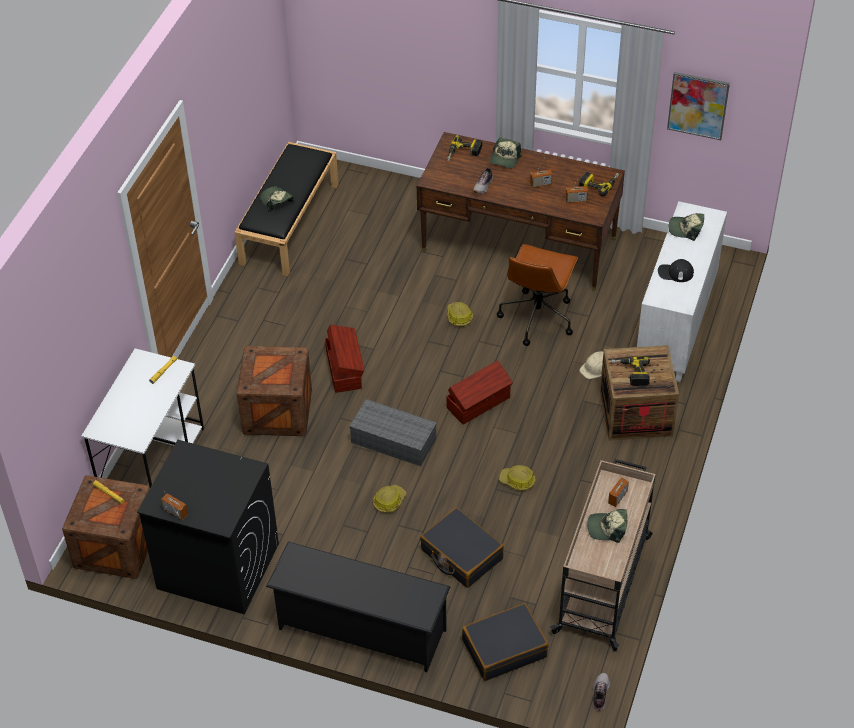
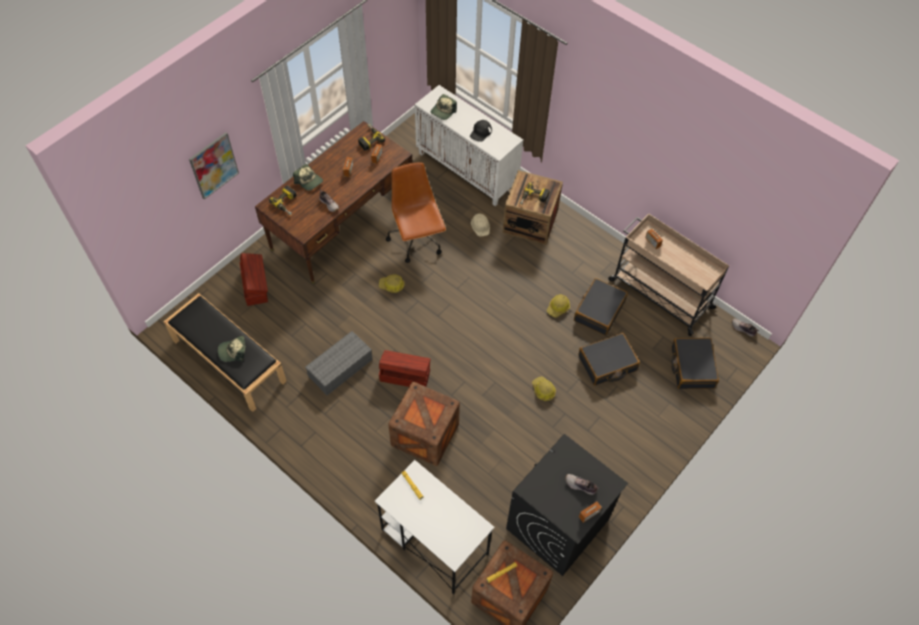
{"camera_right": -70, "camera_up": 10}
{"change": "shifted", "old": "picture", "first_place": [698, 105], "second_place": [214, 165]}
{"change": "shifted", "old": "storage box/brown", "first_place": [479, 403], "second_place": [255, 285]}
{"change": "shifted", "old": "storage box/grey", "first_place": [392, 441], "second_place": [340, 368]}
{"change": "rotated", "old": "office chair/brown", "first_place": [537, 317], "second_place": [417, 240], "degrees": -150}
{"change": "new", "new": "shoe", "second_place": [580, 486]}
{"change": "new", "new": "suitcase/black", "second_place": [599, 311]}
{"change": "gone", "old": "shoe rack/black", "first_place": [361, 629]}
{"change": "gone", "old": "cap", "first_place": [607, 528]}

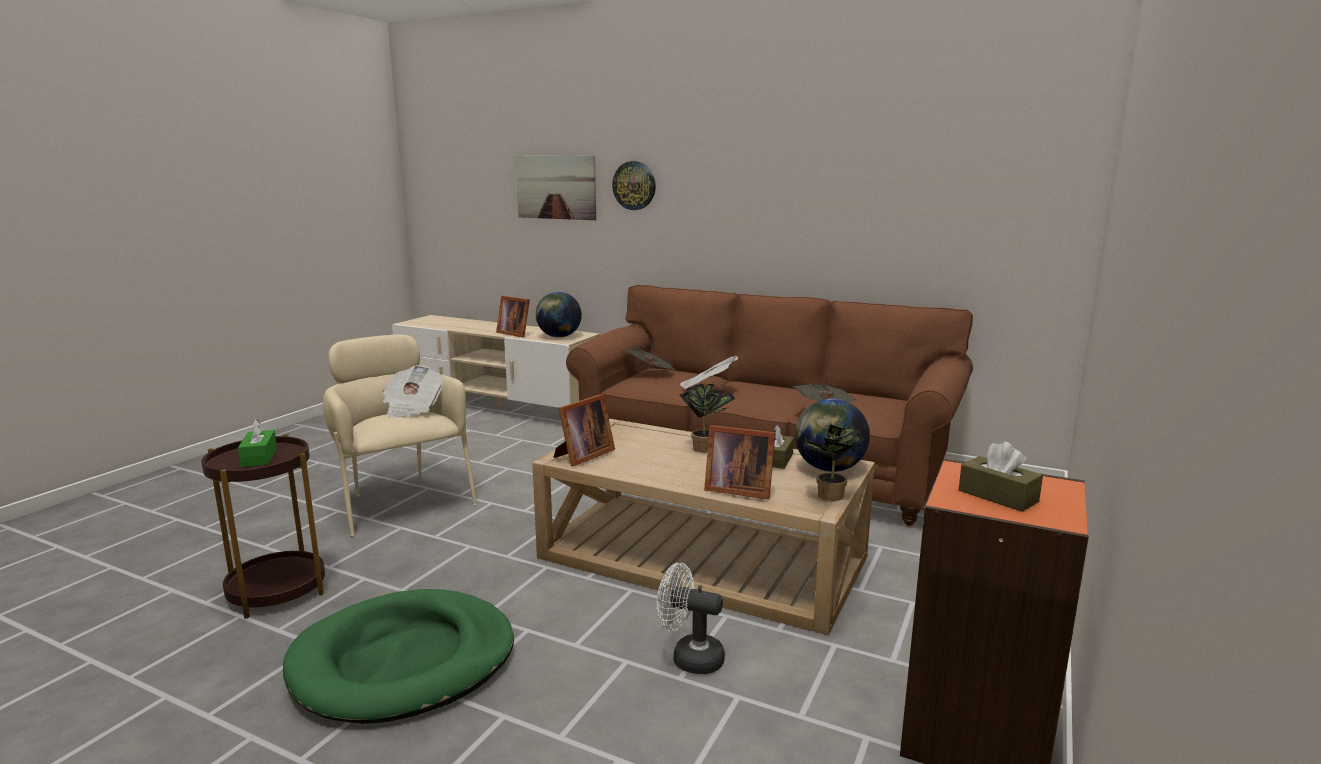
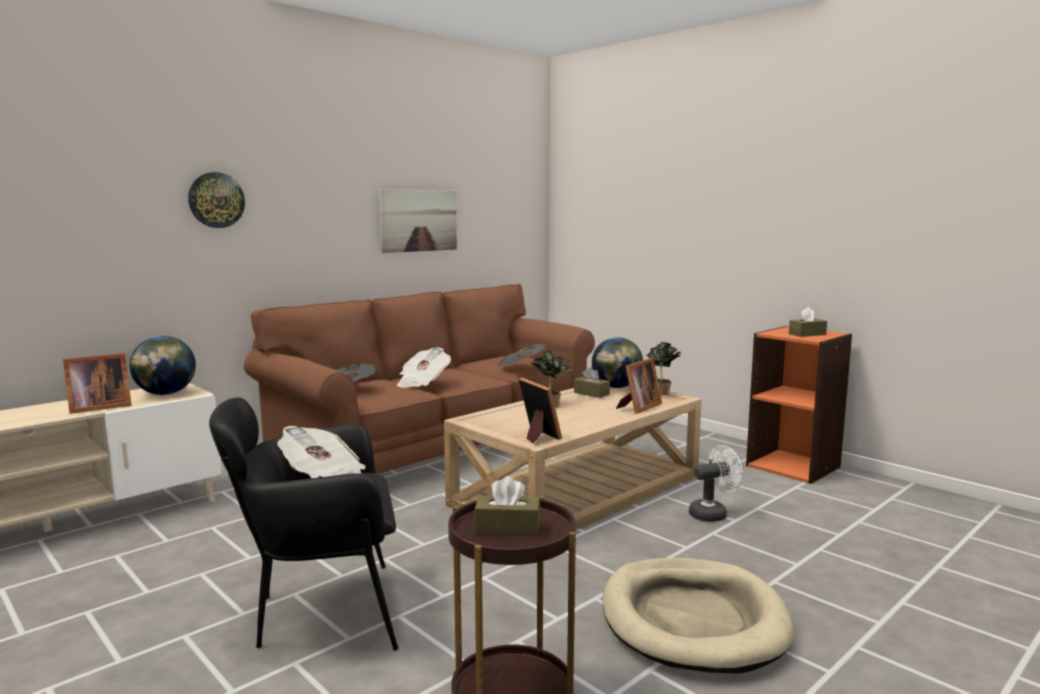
{"camera_right": -70, "camera_up": -5}
{"change": "repainted", "old": "armchair/beige", "new": "armchair/black", "first_place": [401, 502], "second_place": [319, 614]}
{"change": "shifted", "old": "picture", "first_place": [556, 187], "second_place": [419, 220]}
{"change": "repainted", "old": "tissue box/green", "new": "tissue box/brown", "first_place": [259, 457], "second_place": [507, 528]}
{"change": "repainted", "old": "dog bed/green", "new": "dog bed/beige", "first_place": [404, 661], "second_place": [693, 620]}
{"change": "rotated", "old": "fan/white", "first_place": [689, 657], "second_place": [713, 514], "degrees": -150}

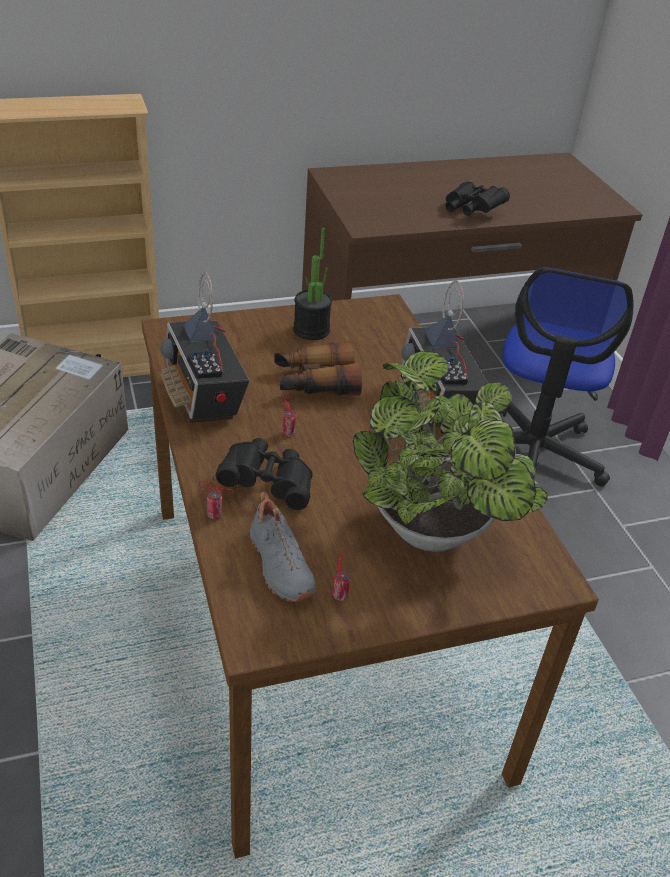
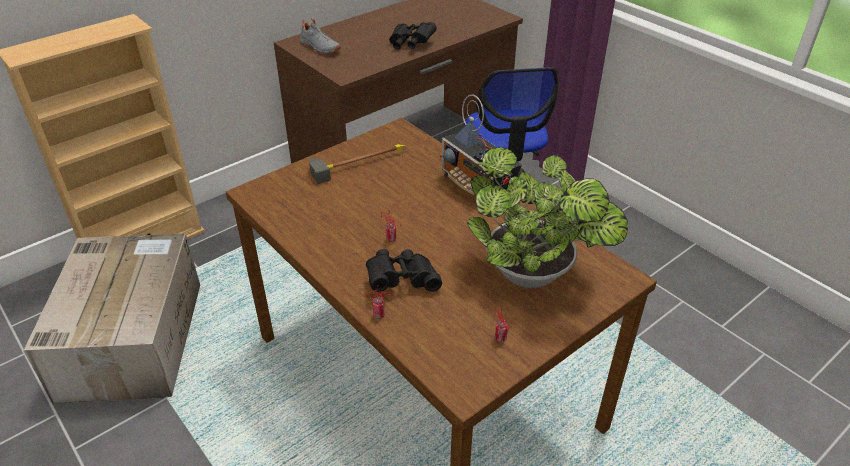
{"camera_right": -20, "camera_up": 0}
{"change": "shifted", "old": "shoe/grey", "first_place": [278, 565], "second_place": [319, 48]}
{"change": "swapped", "old": "potted plant", "new": "hammer", "first_place": [311, 330], "second_place": [358, 161]}
{"change": "gone", "old": "radio", "first_place": [204, 397]}
{"change": "gone", "old": "binoculars", "first_place": [315, 382]}

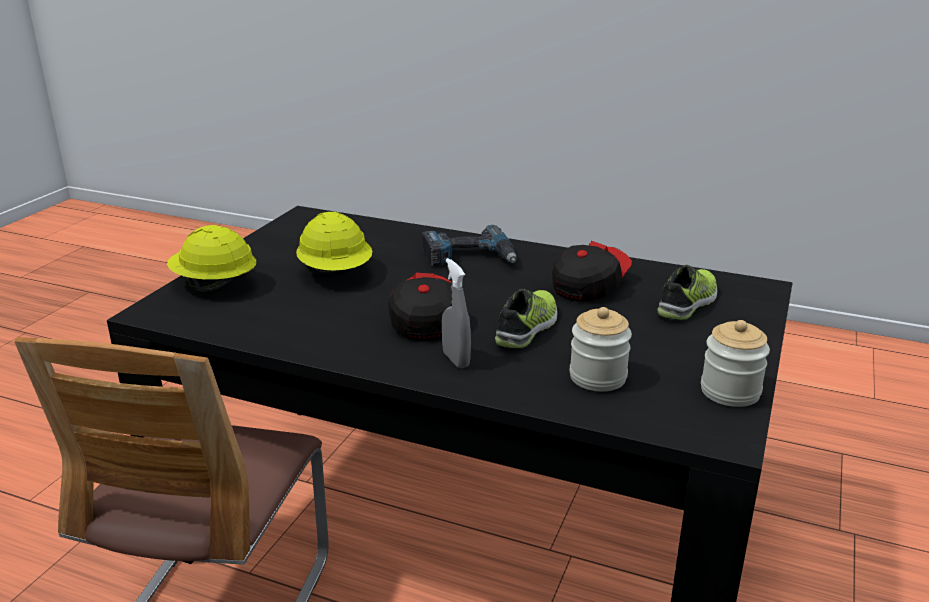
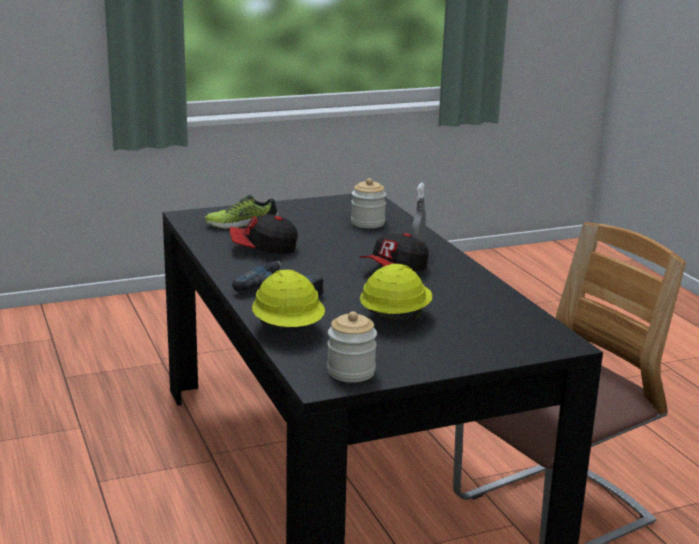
{"camera_right": -135, "camera_up": -5}
{"change": "shifted", "old": "hard hat/yellow", "first_place": [214, 285], "second_place": [288, 329]}
{"change": "shifted", "old": "jar", "first_place": [730, 391], "second_place": [351, 372]}
{"change": "gone", "old": "shoe", "first_place": [528, 328]}

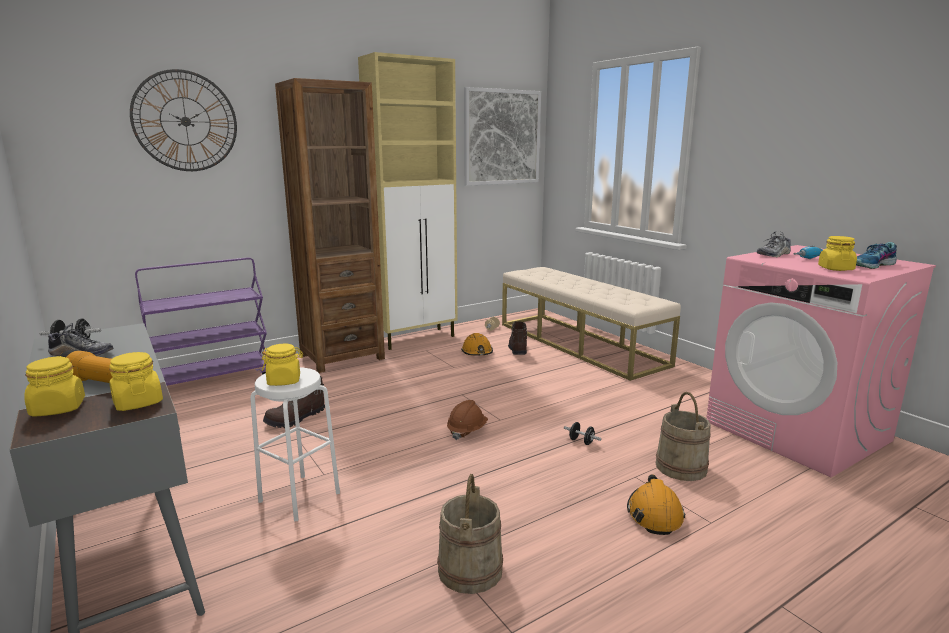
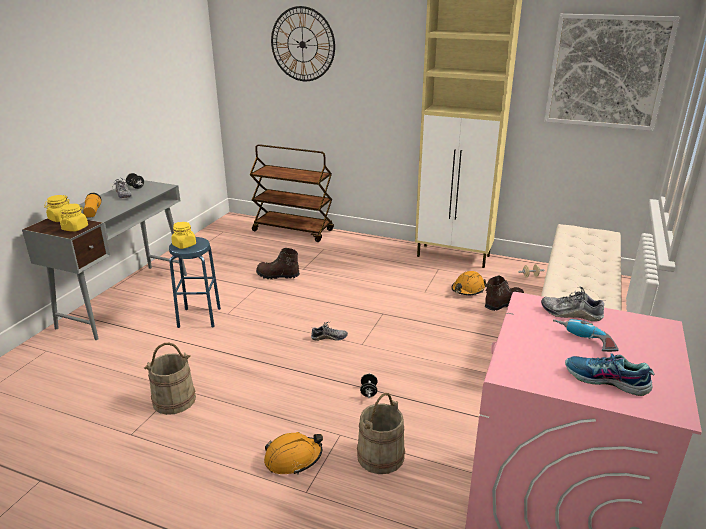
{"camera_right": 55, "camera_up": 10}
{"change": "repainted", "old": "stool/white", "new": "stool/blue", "first_place": [299, 497], "second_place": [199, 318]}
{"change": "repainted", "old": "cart/purple", "new": "cart/brown", "first_place": [213, 380], "second_place": [293, 230]}
{"change": "swapped", "old": "hard hat/brown", "new": "shoe", "first_place": [467, 431], "second_place": [329, 337]}
{"change": "gone", "old": "bookcase/brown", "first_place": [342, 357]}
{"change": "gone", "old": "jar/yellow", "first_place": [835, 269]}

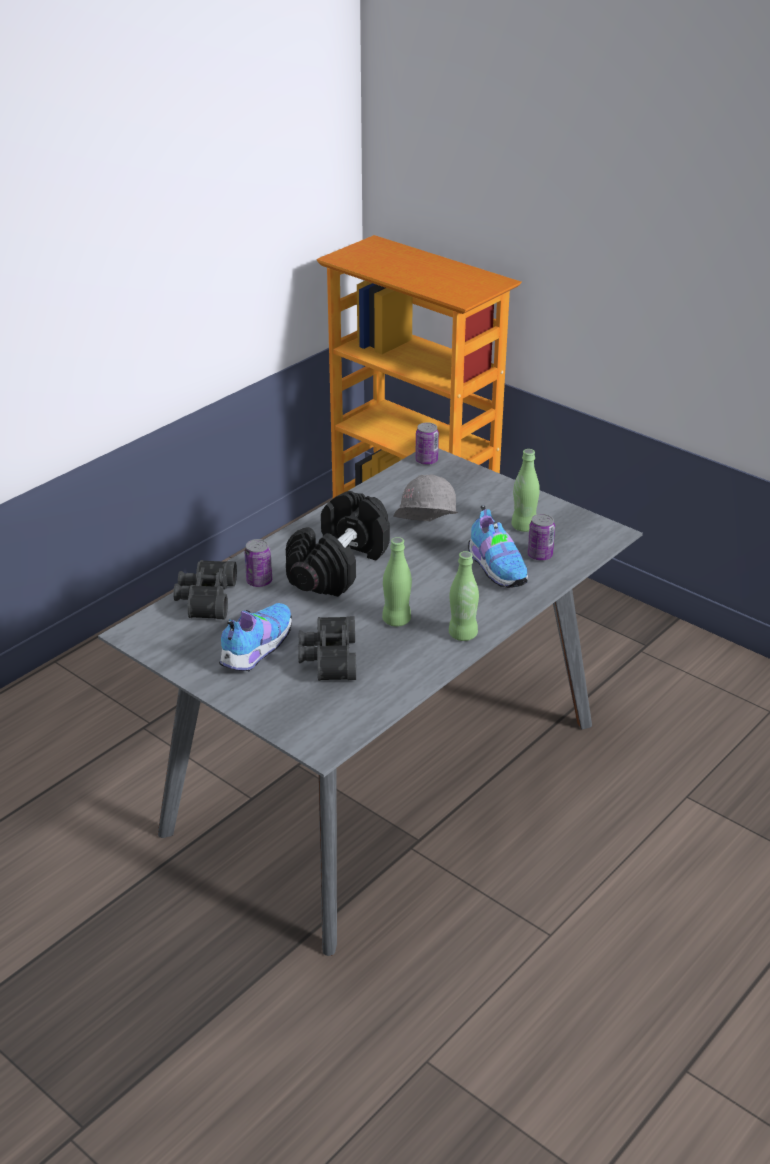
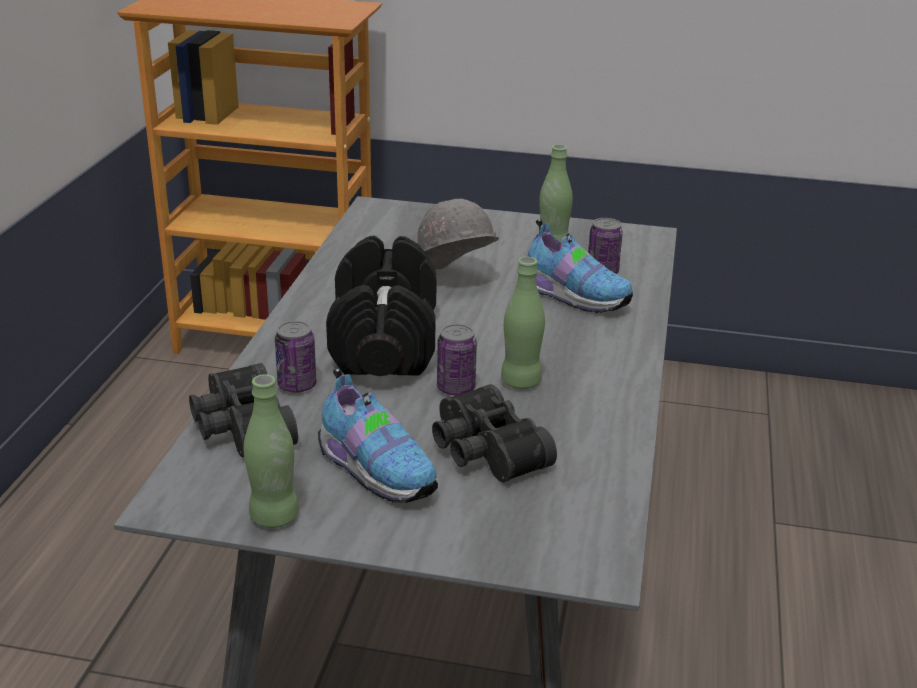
{"camera_right": -30, "camera_up": -5}
{"change": "shifted", "old": "bottle/green", "first_place": [462, 634], "second_place": [274, 517]}
{"change": "rotated", "old": "shoe", "first_place": [255, 650], "second_place": [376, 471], "degrees": 135}
{"change": "shifted", "old": "can", "first_place": [426, 461], "second_place": [456, 388]}

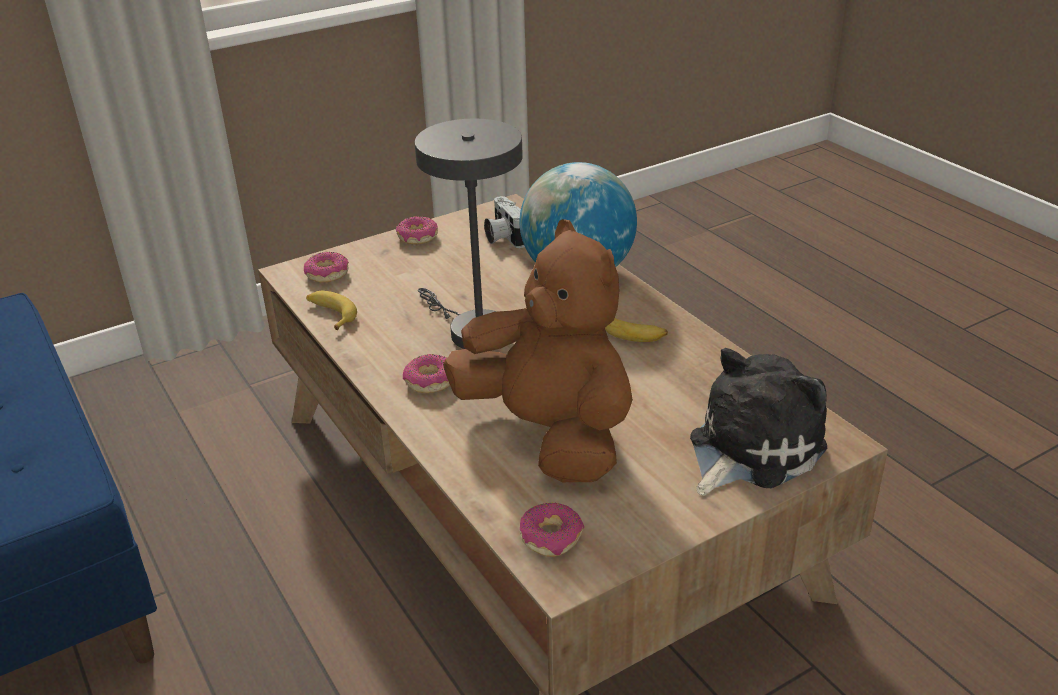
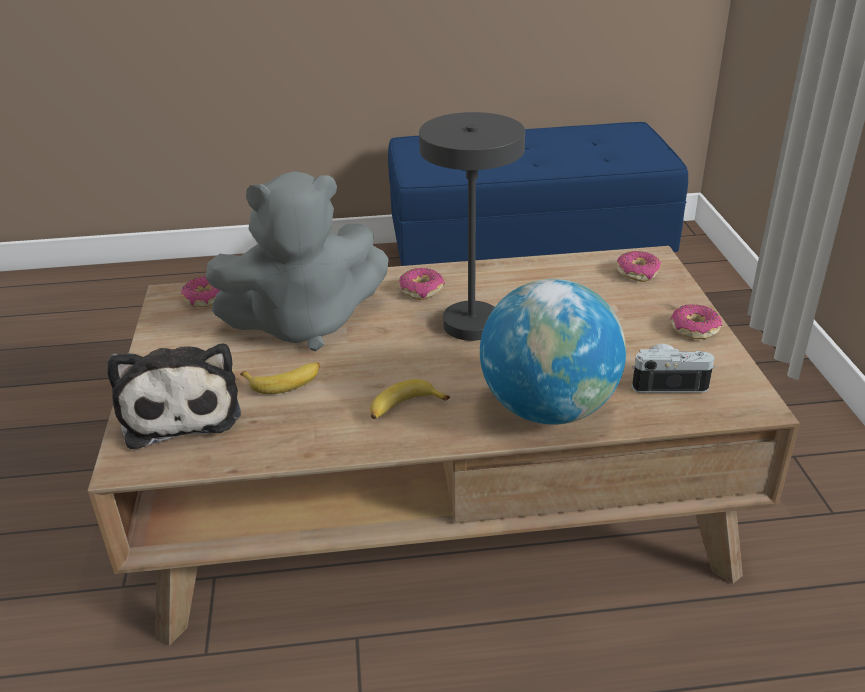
{"camera_right": 115, "camera_up": 0}
{"change": "repainted", "old": "plush toy/brown", "new": "plush toy/grey", "first_place": [549, 434], "second_place": [304, 324]}
{"change": "shifted", "old": "banana", "first_place": [330, 314], "second_place": [284, 381]}

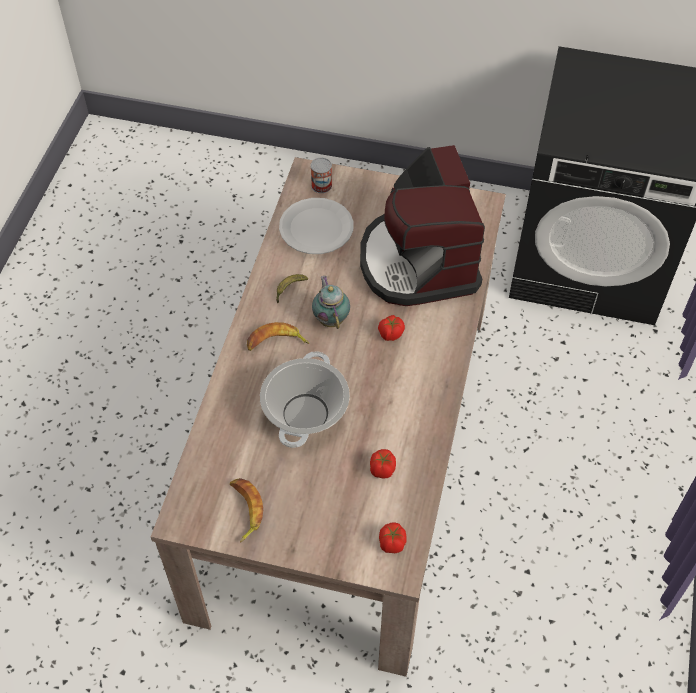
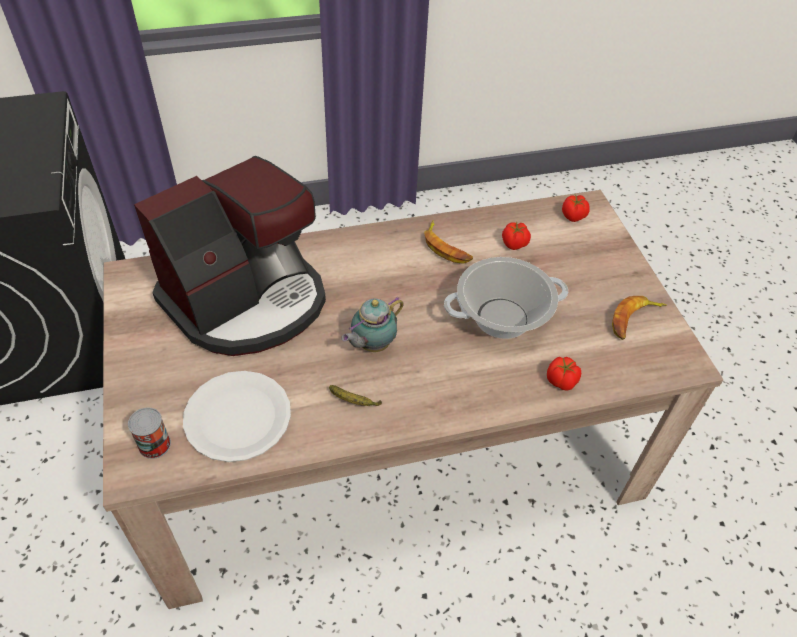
{"camera_right": -120, "camera_up": -5}
{"change": "shifted", "old": "banana", "first_place": [276, 342], "second_place": [446, 247]}
{"change": "shifted", "old": "tomato", "first_place": [390, 334], "second_place": [561, 381]}

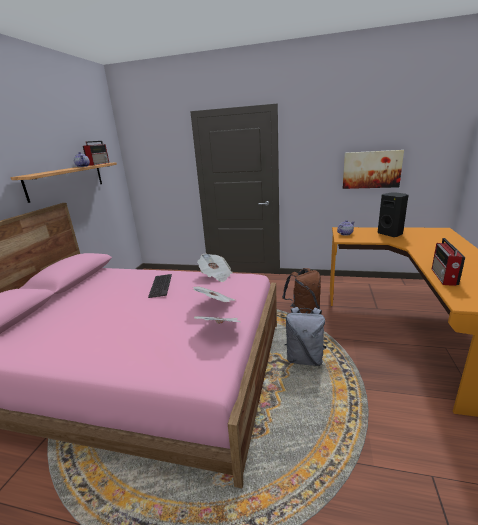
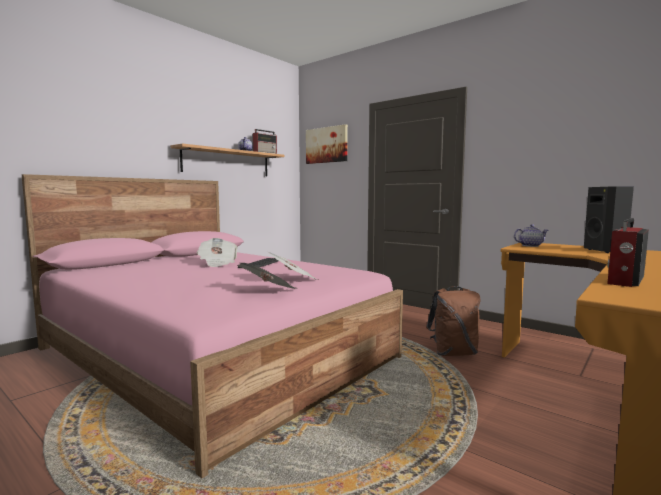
{"camera_right": 25, "camera_up": -15}
{"change": "shifted", "old": "newspaper", "first_place": [216, 275], "second_place": [217, 263]}
{"change": "shifted", "old": "picture", "first_place": [371, 169], "second_place": [326, 145]}
{"change": "gone", "old": "backpack/grey", "first_place": [304, 358]}

